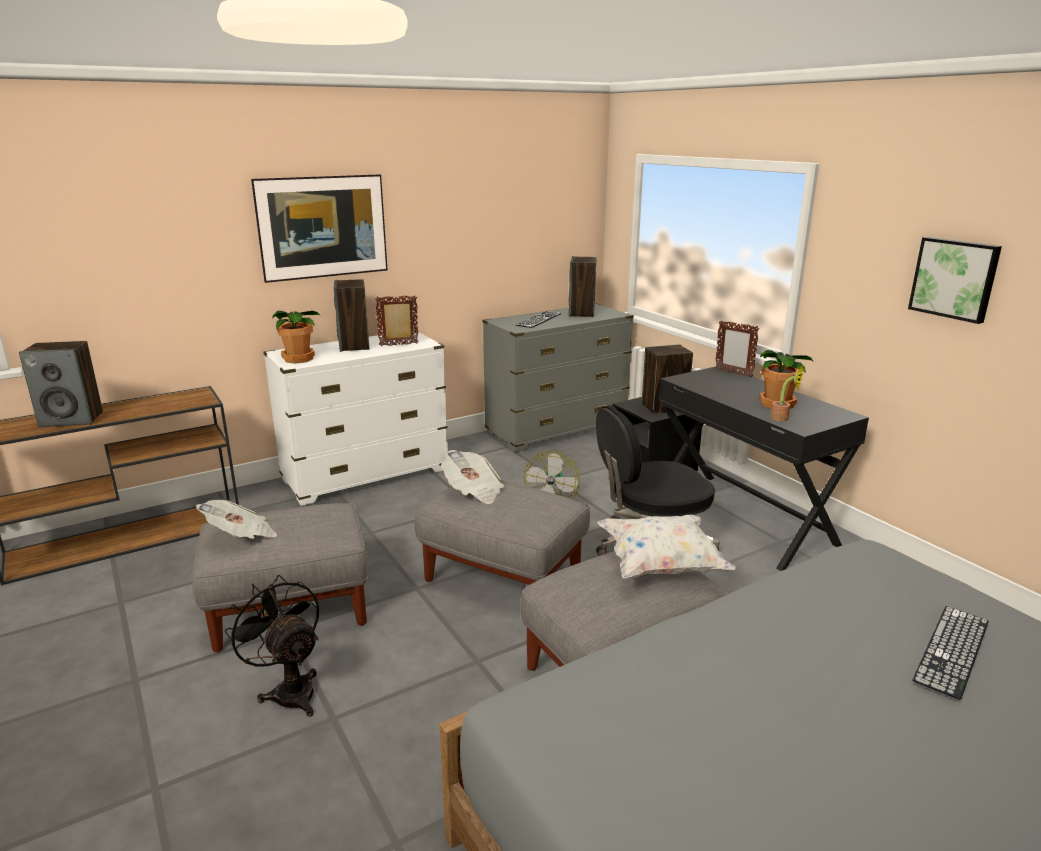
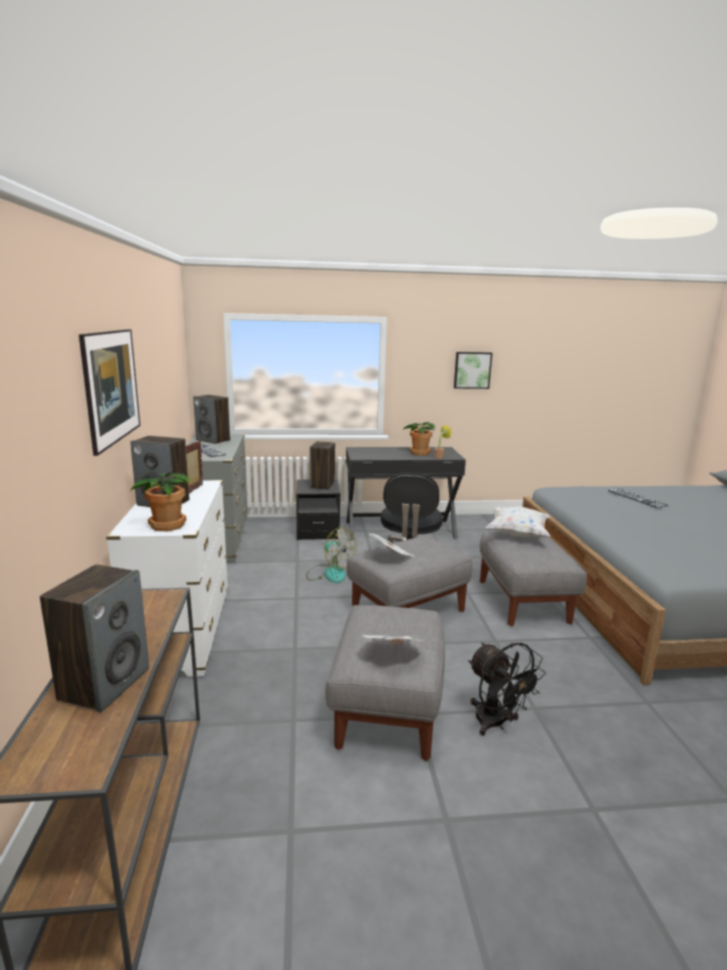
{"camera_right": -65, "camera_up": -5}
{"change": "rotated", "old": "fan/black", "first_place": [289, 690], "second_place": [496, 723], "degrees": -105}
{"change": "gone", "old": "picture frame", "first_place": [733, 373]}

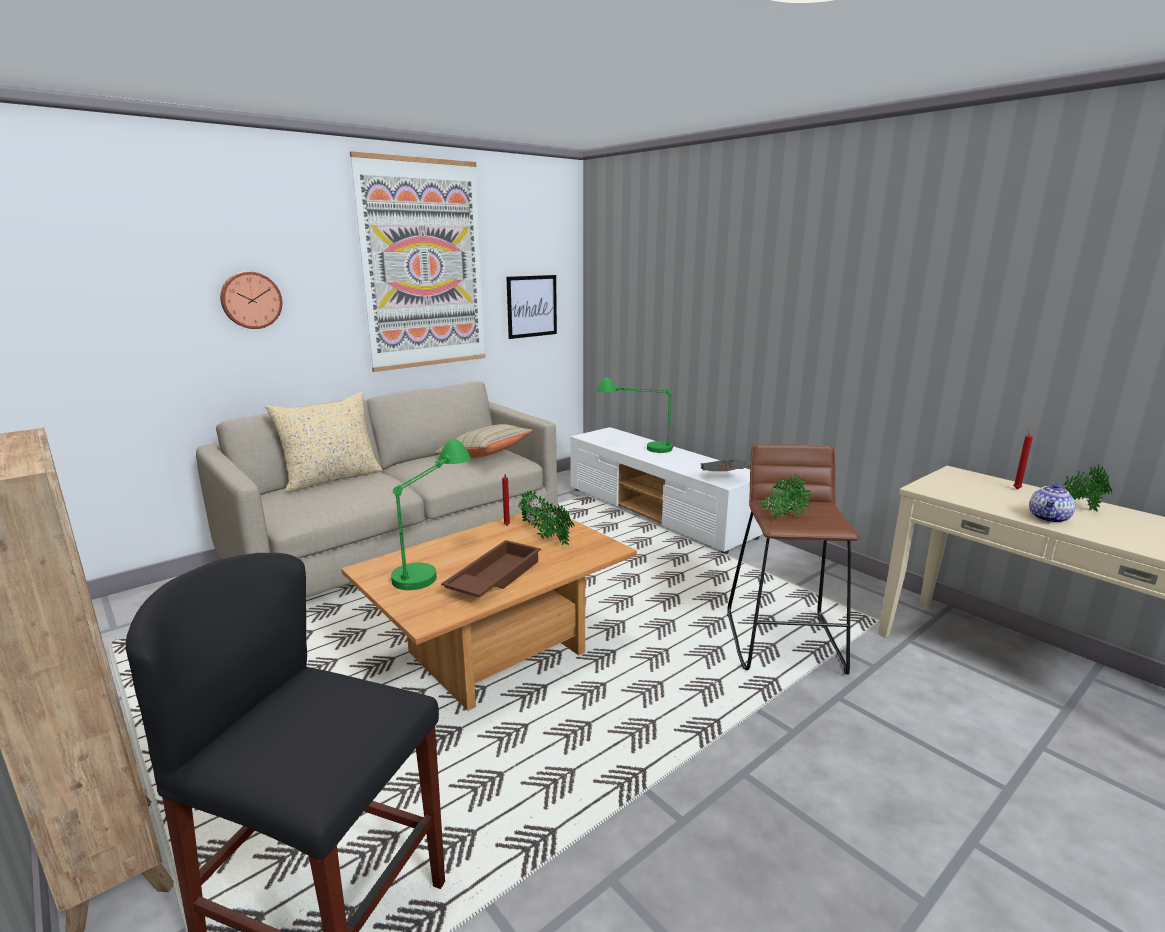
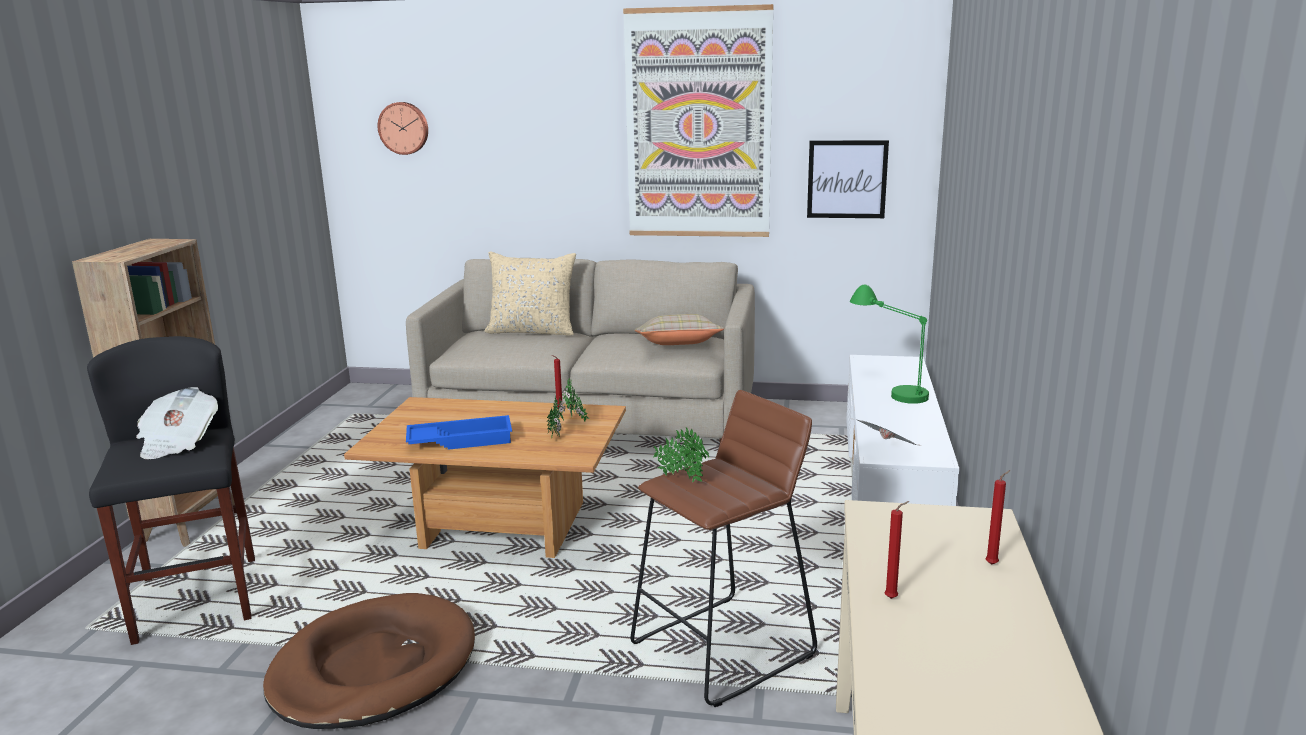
{"camera_right": 50, "camera_up": 0}
{"change": "new", "new": "newspaper", "second_place": [177, 443]}
{"change": "new", "new": "dog bed/brown", "second_place": [373, 668]}
{"change": "shifted", "old": "wall clock", "first_place": [251, 300], "second_place": [404, 128]}
{"change": "repainted", "old": "tray/brown", "new": "tray/blue", "first_place": [493, 577], "second_place": [461, 440]}
{"change": "swapped", "old": "teapot", "new": "candle/red", "first_place": [1049, 518], "second_place": [893, 598]}
{"change": "gone", "old": "table lamp/green", "first_place": [434, 562]}
{"change": "gone", "old": "potted plant", "first_place": [1081, 506]}

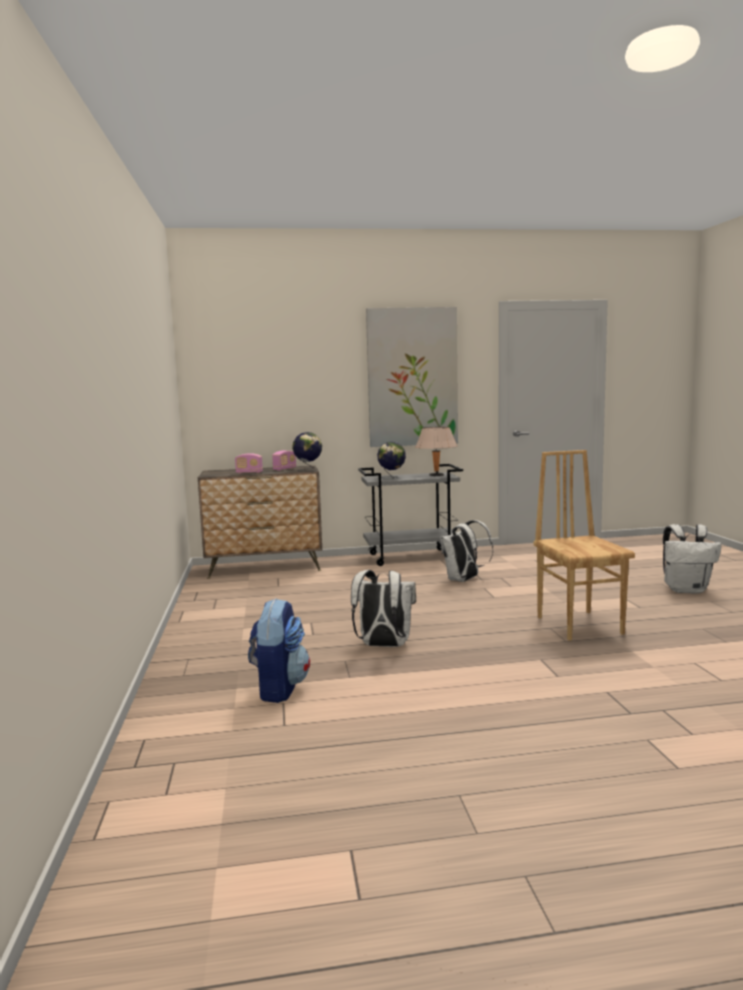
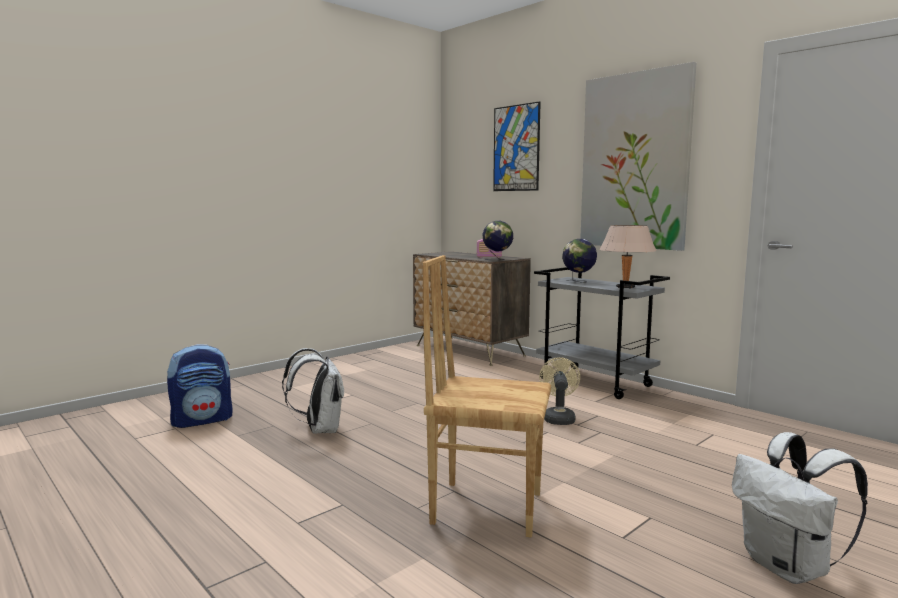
{"camera_right": 55, "camera_up": 0}
{"change": "rotated", "old": "chair/brown", "first_place": [580, 625], "second_place": [486, 507], "degrees": -120}
{"change": "new", "new": "picture", "second_place": [516, 148]}
{"change": "swapped", "old": "backpack/white", "new": "fan/beige", "first_place": [464, 580], "second_place": [558, 418]}
{"change": "gone", "old": "radio", "first_place": [249, 473]}

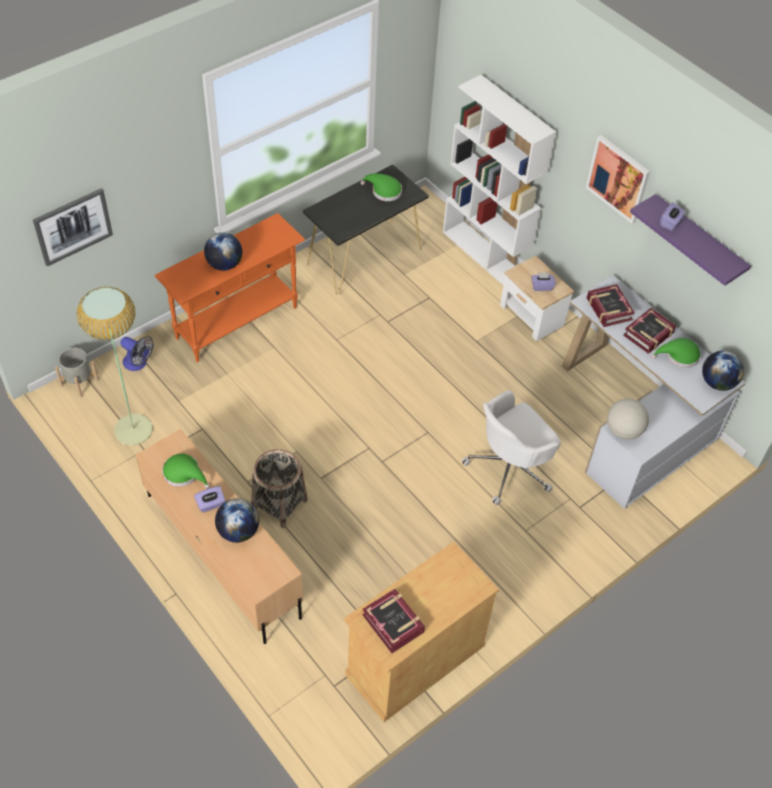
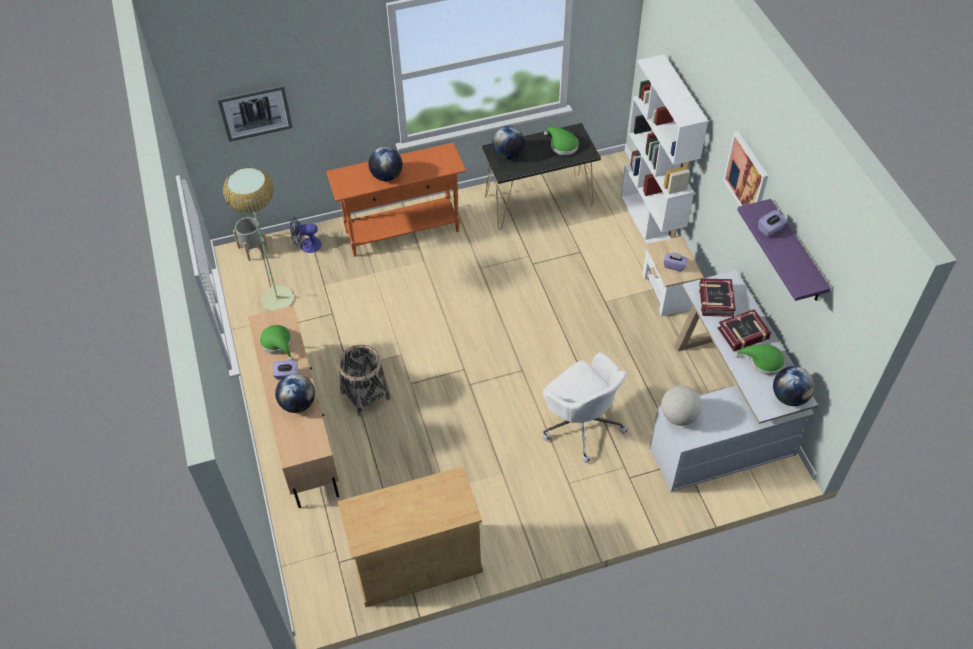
{"camera_right": 25, "camera_up": 0}
{"change": "rotated", "old": "fan", "first_place": [138, 364], "second_place": [306, 245], "degrees": 120}
{"change": "new", "new": "globe", "second_place": [508, 154]}
{"change": "rotated", "old": "office chair/white", "first_place": [510, 468], "second_place": [581, 423], "degrees": -120}
{"change": "gone", "old": "book", "first_place": [393, 623]}

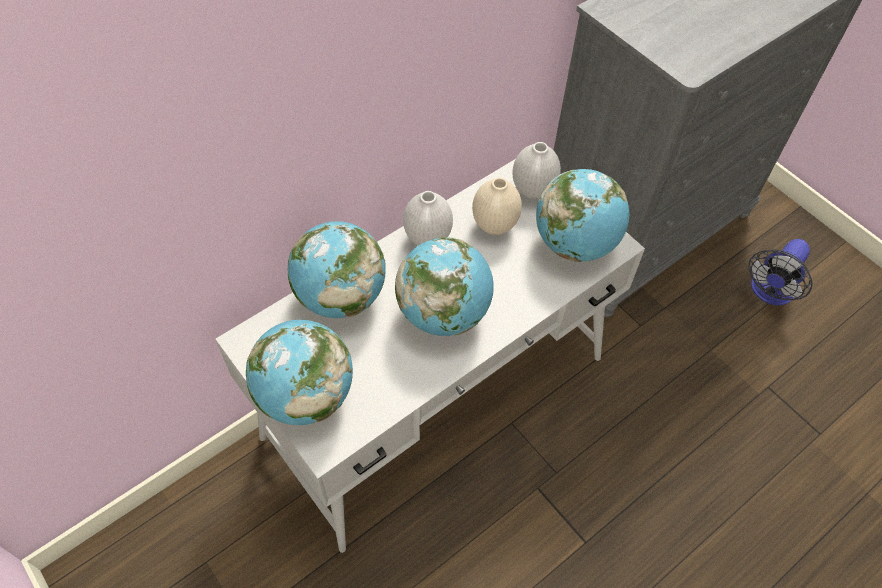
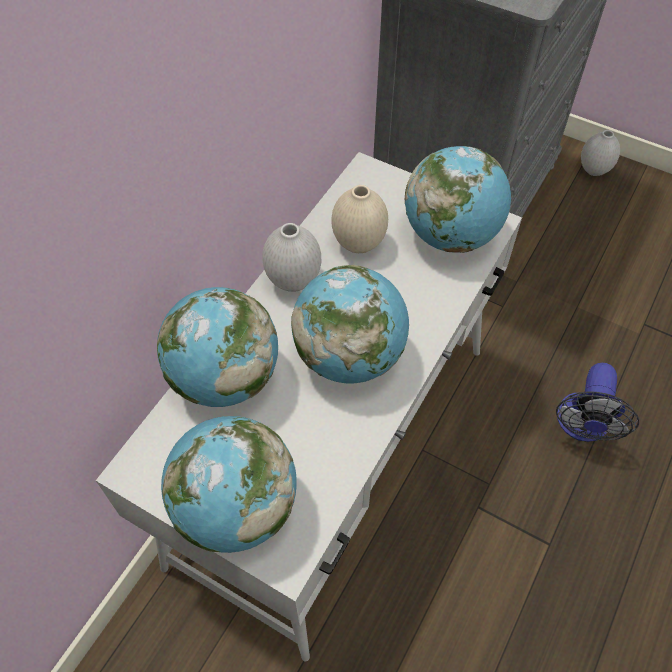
{"camera_right": -20, "camera_up": 0}
{"change": "shifted", "old": "fan", "first_place": [769, 292], "second_place": [582, 426]}
{"change": "shifted", "old": "vase/white", "first_place": [532, 190], "second_place": [593, 170]}

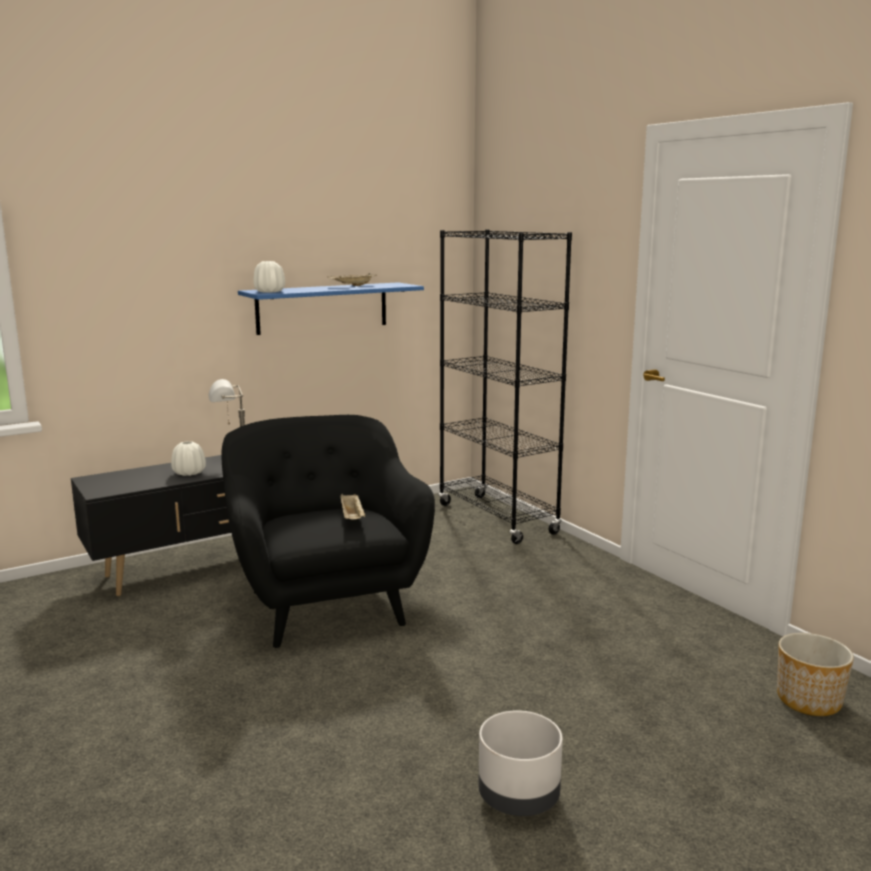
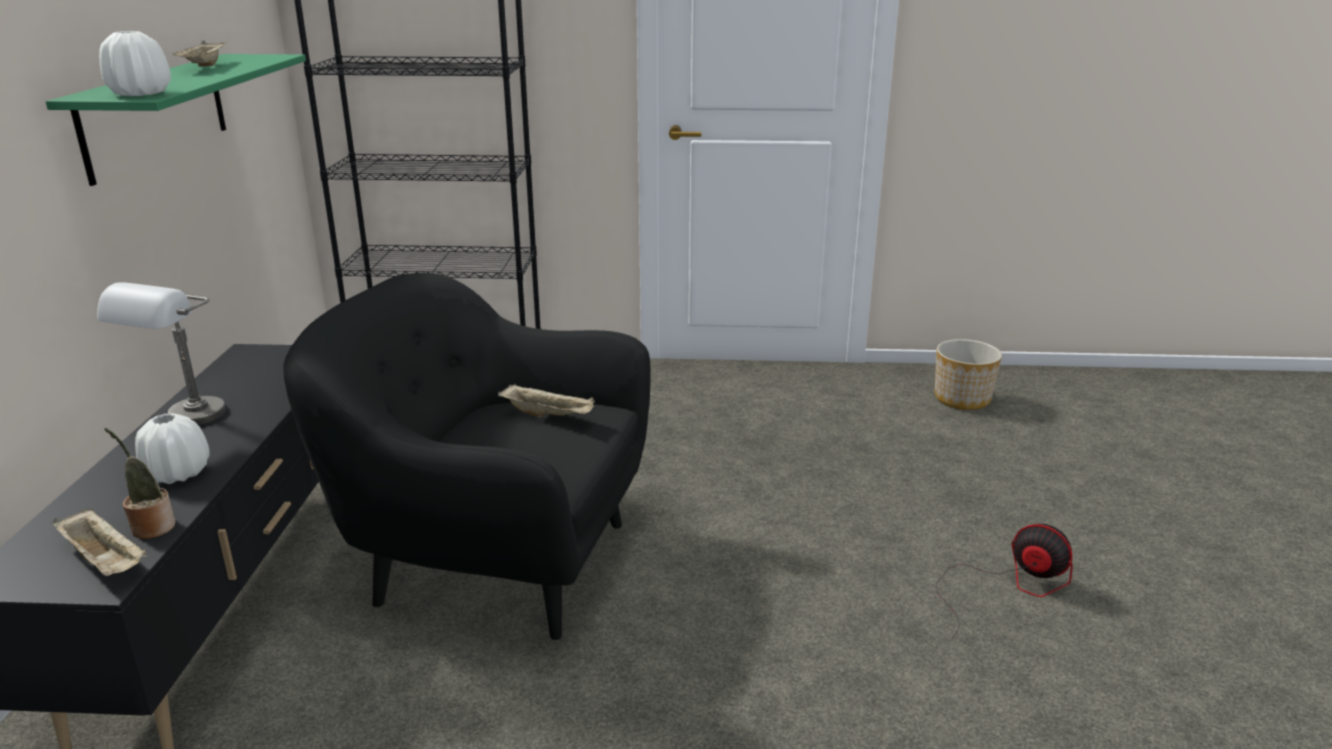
{"camera_right": -55, "camera_up": 10}
{"change": "repainted", "old": "shelf/blue", "new": "shelf/green", "first_place": [322, 308], "second_place": [156, 114]}
{"change": "new", "new": "tray/beige", "second_place": [105, 561]}
{"change": "new", "new": "potted plant", "second_place": [151, 527]}
{"change": "swapped", "old": "planter/grey", "new": "fan", "first_place": [519, 799], "second_place": [1007, 587]}

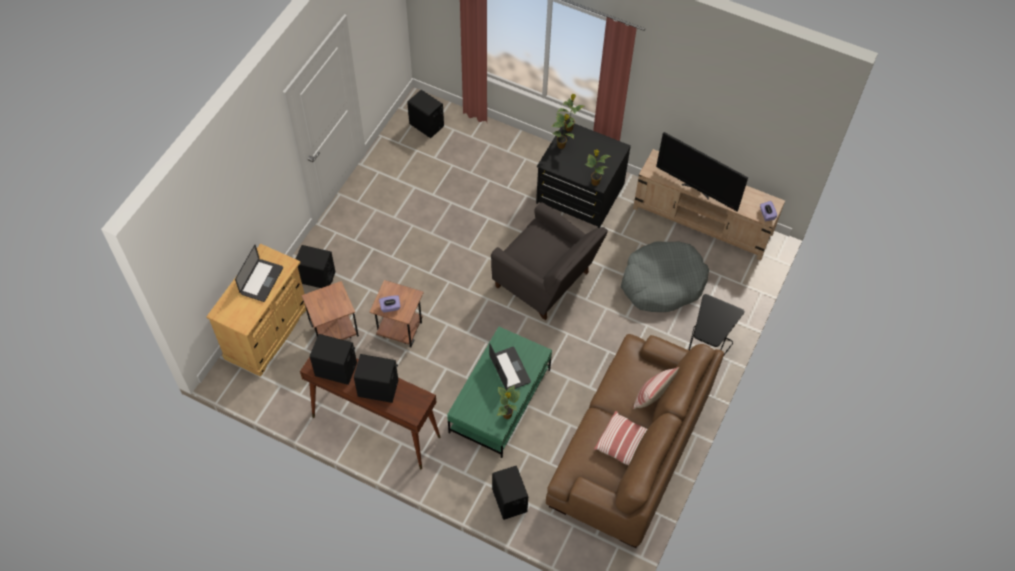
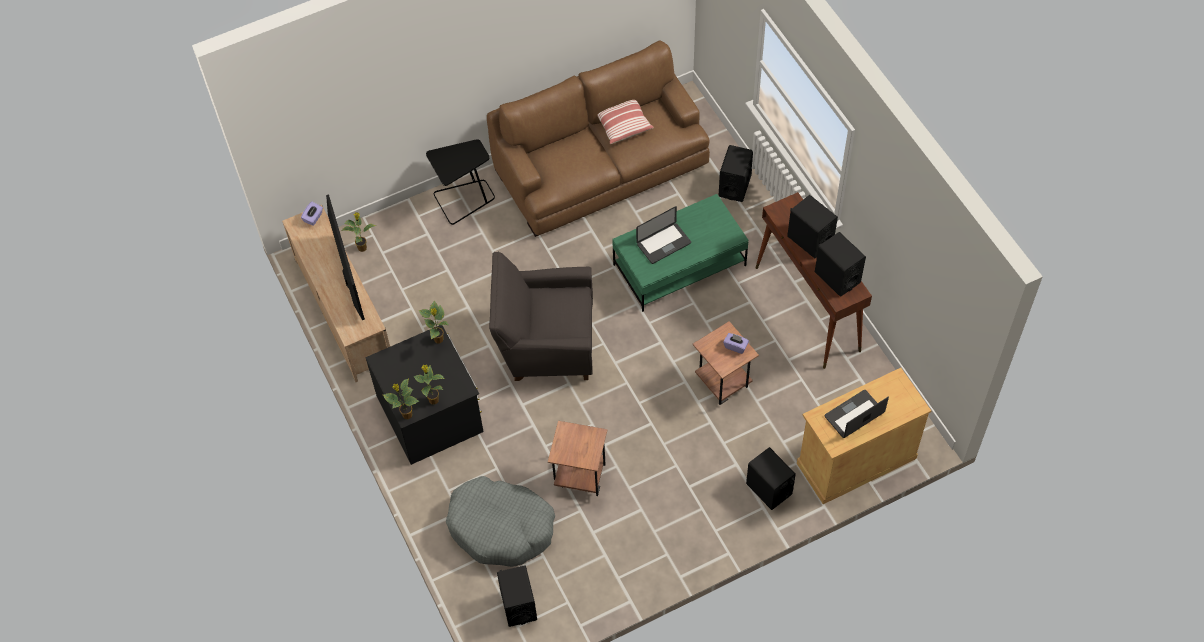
{"camera_right": -140, "camera_up": 0}
{"change": "shifted", "old": "potted plant", "first_place": [507, 416], "second_place": [362, 247]}
{"change": "shifted", "old": "dog bed/grey", "first_place": [662, 283], "second_place": [501, 527]}
{"change": "rotated", "old": "armchair/grey", "first_place": [546, 282], "second_place": [545, 344], "degrees": -75}
{"change": "shifted", "old": "side table/brown", "first_place": [334, 331], "second_place": [579, 477]}
{"change": "rotated", "old": "laptop", "first_place": [510, 369], "second_place": [663, 244], "degrees": -135}
{"change": "gone", "old": "pillow", "first_place": [652, 396]}

